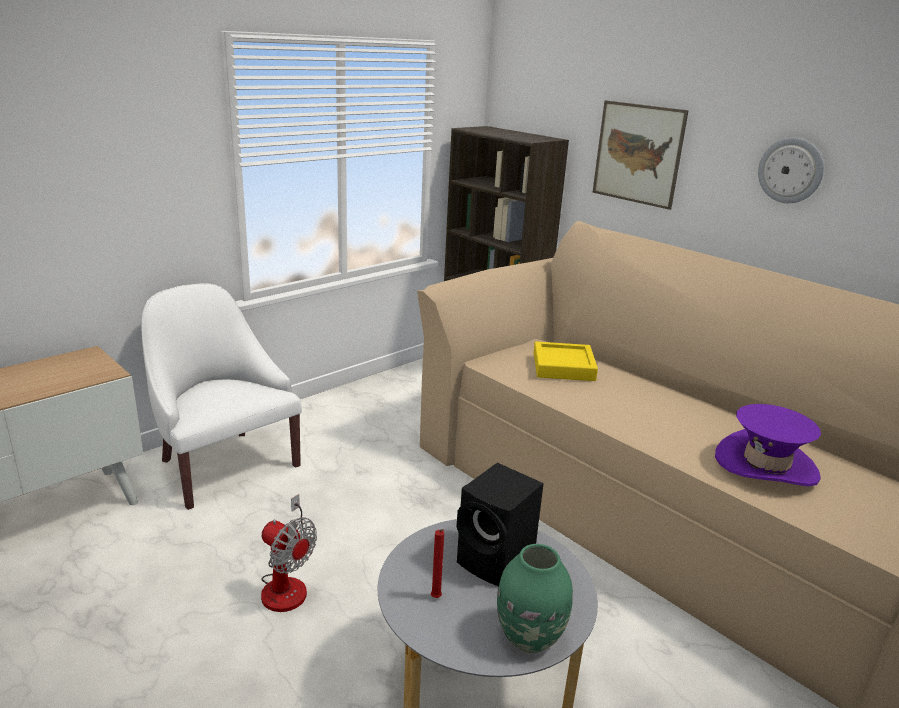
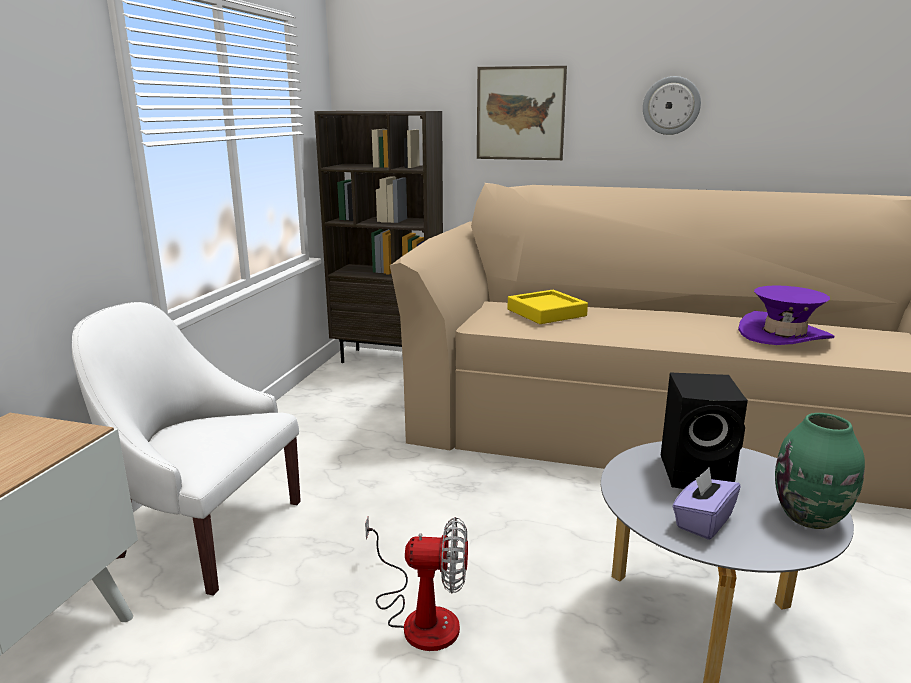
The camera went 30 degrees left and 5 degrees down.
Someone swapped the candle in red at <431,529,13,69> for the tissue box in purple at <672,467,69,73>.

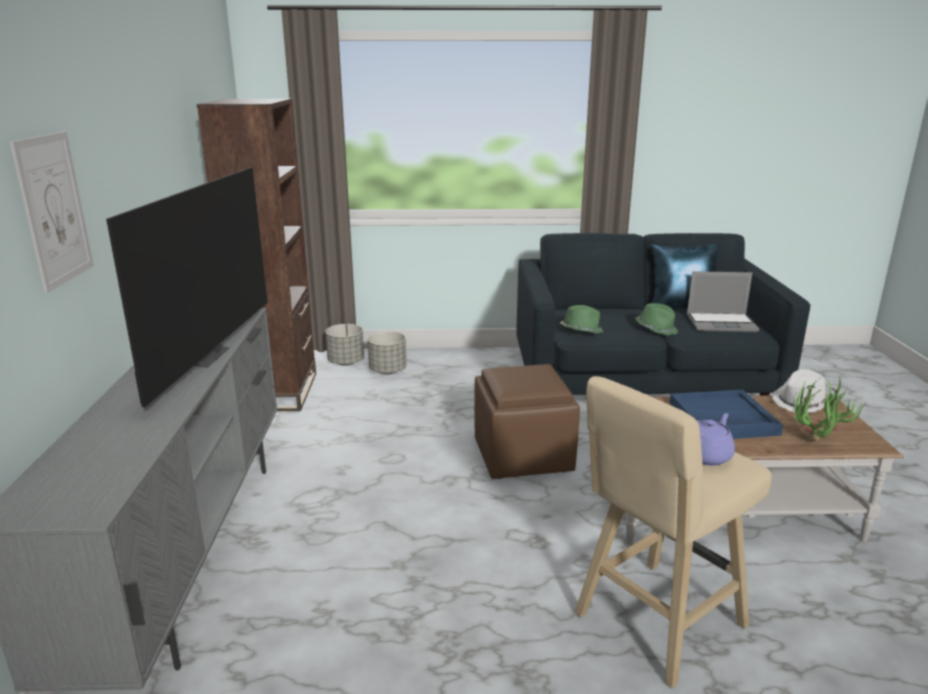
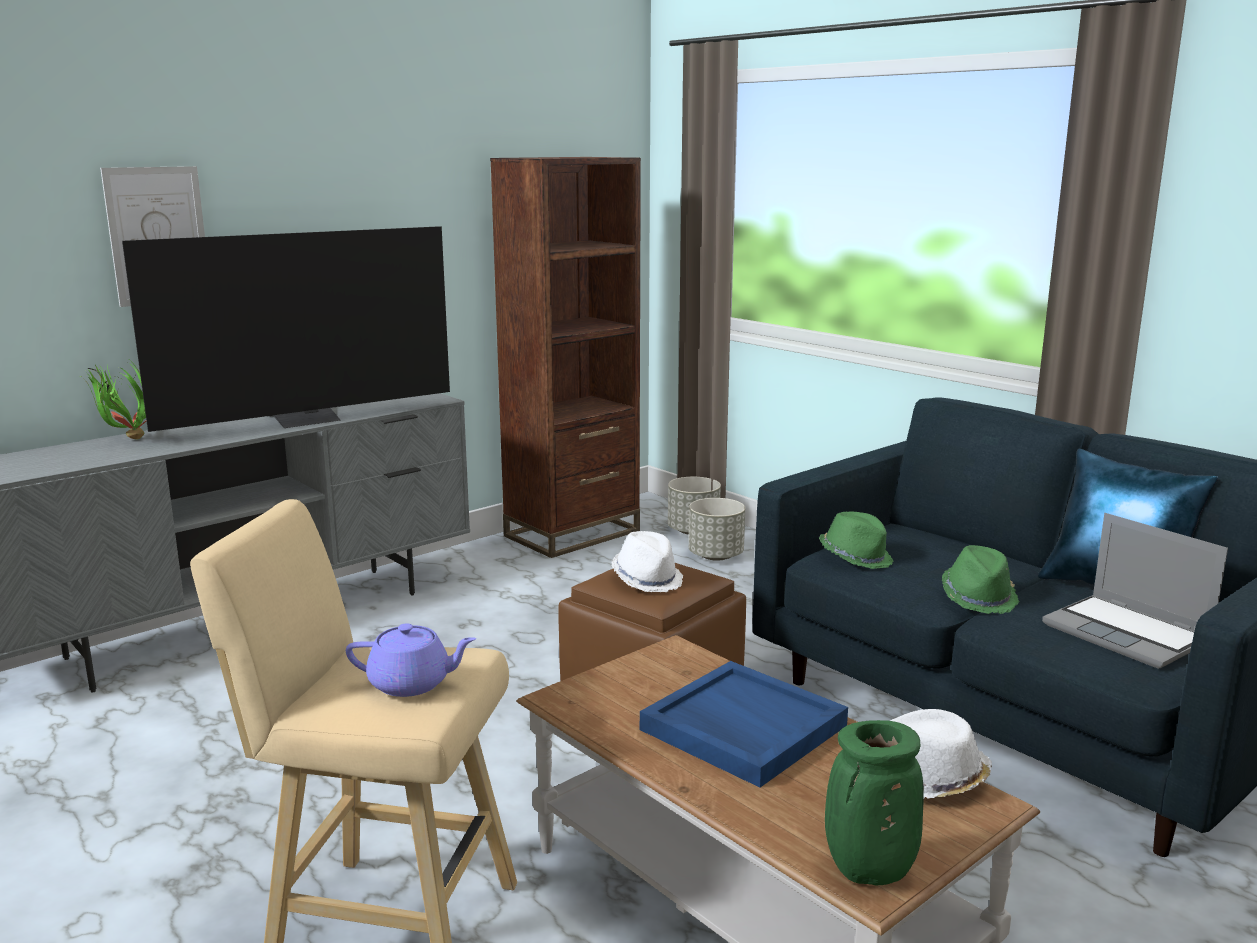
The camera went 50 degrees right and 5 degrees down.
Someone put down the hat in white at <611,531,72,61>.
Someone put down the vase in green at <825,720,99,165>.
Someone carried the potted plant from <793,378,71,64> to <82,362,64,77>.

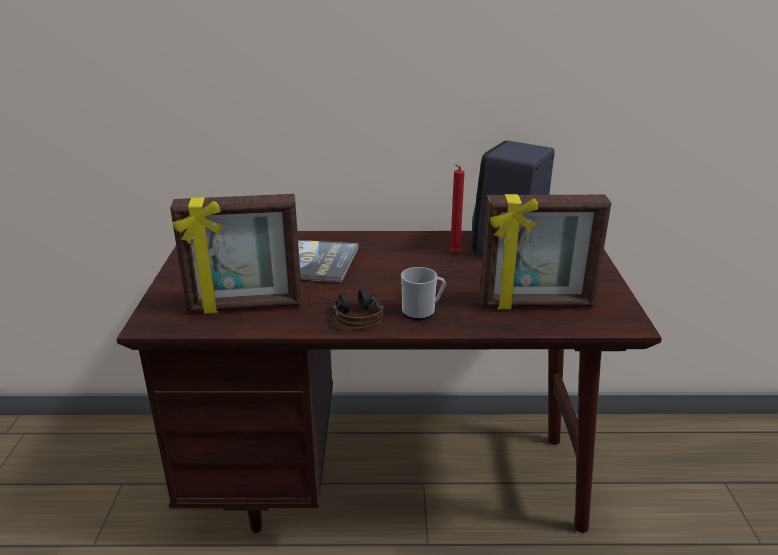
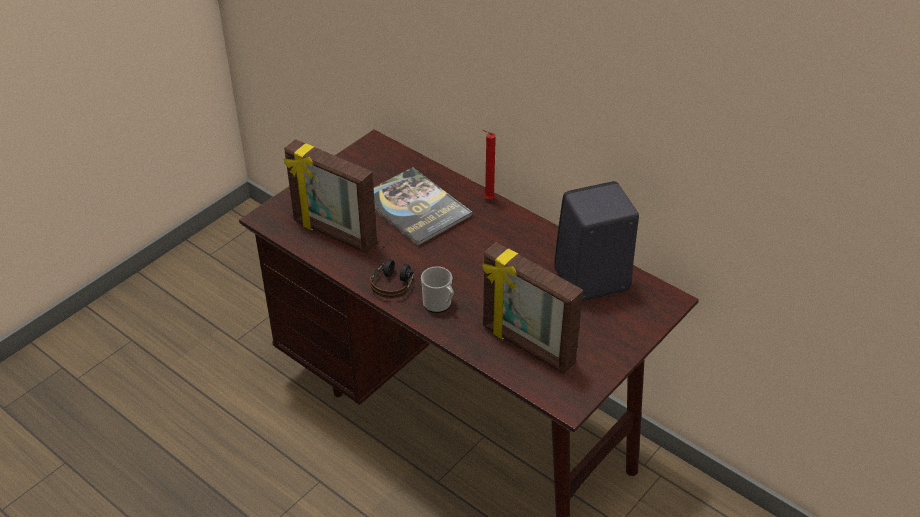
The camera went 40 degrees right and 15 degrees up.
Someone carried the candle in red from <449,164,15,90> to <483,130,13,70>.

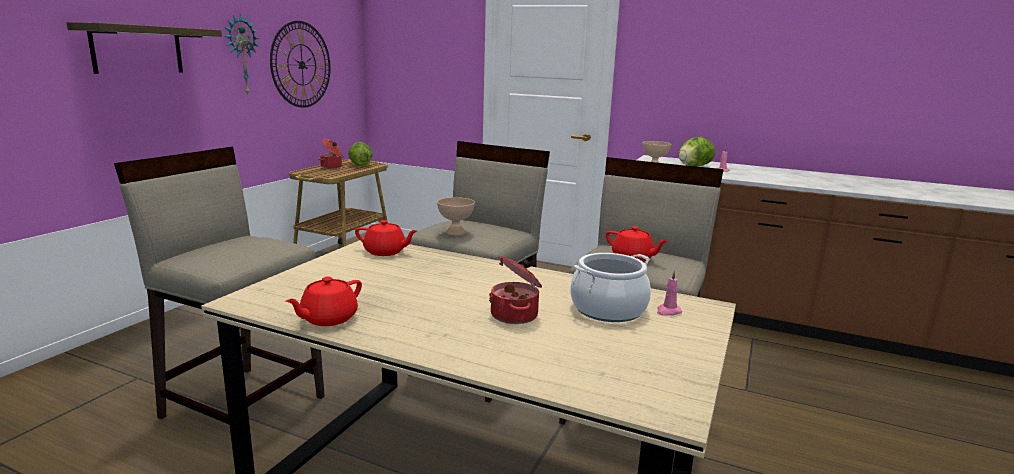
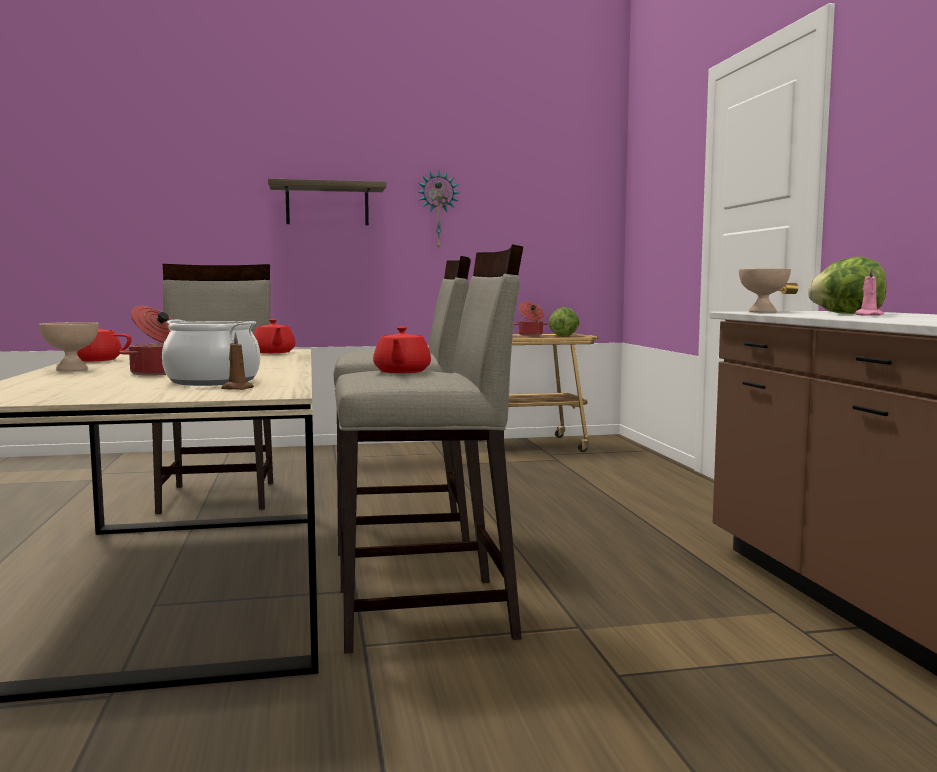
The camera went 55 degrees right and 10 degrees down.
Someone took away the wall clock at <270,21,61,87>.
Someone carried the bowl in beige from <437,197,38,39> to <39,322,60,49>.
Someone repainted the candle in pink at <657,270,26,46>, which became the candle in brown at <221,332,33,58>.

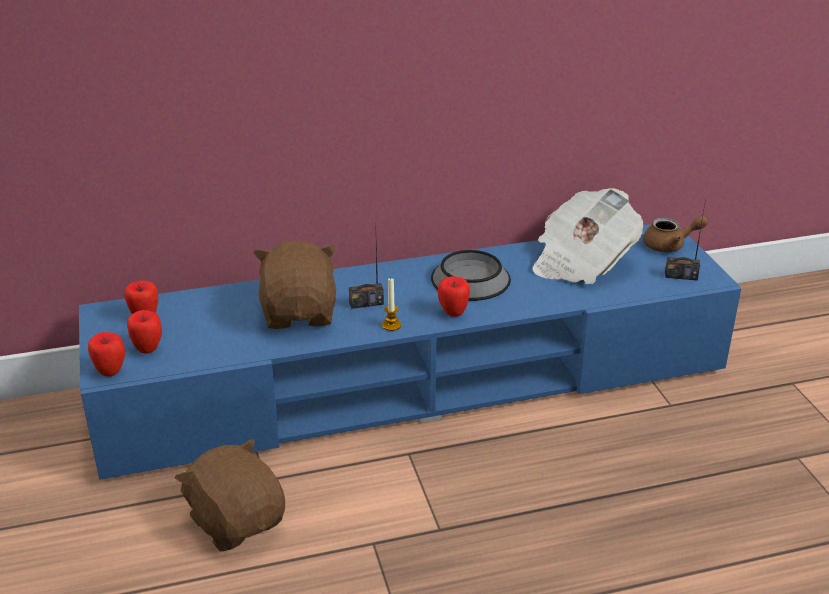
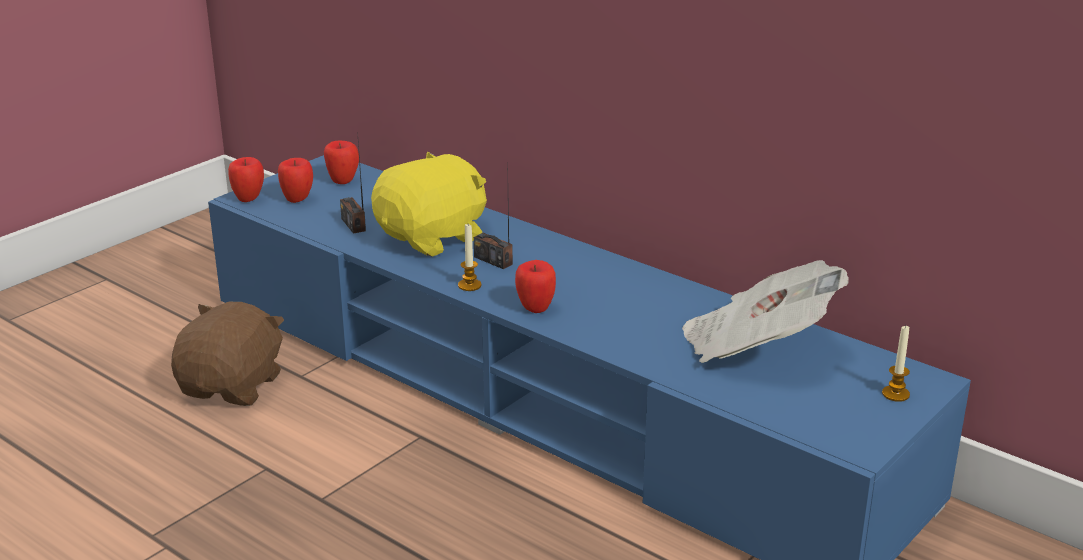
The camera went 55 degrees right and 5 degrees down.
Someone took away the bowl at <431,250,80,51>.
Someone carried the radio from <665,199,41,82> to <340,142,26,92>.
Someone swapped the teapot in brown at <643,215,65,37> for the candle at <882,325,28,77>.
Someone repainted the plush toy in brown at <254,240,83,89>, which became the plush toy in yellow at <371,151,116,106>.

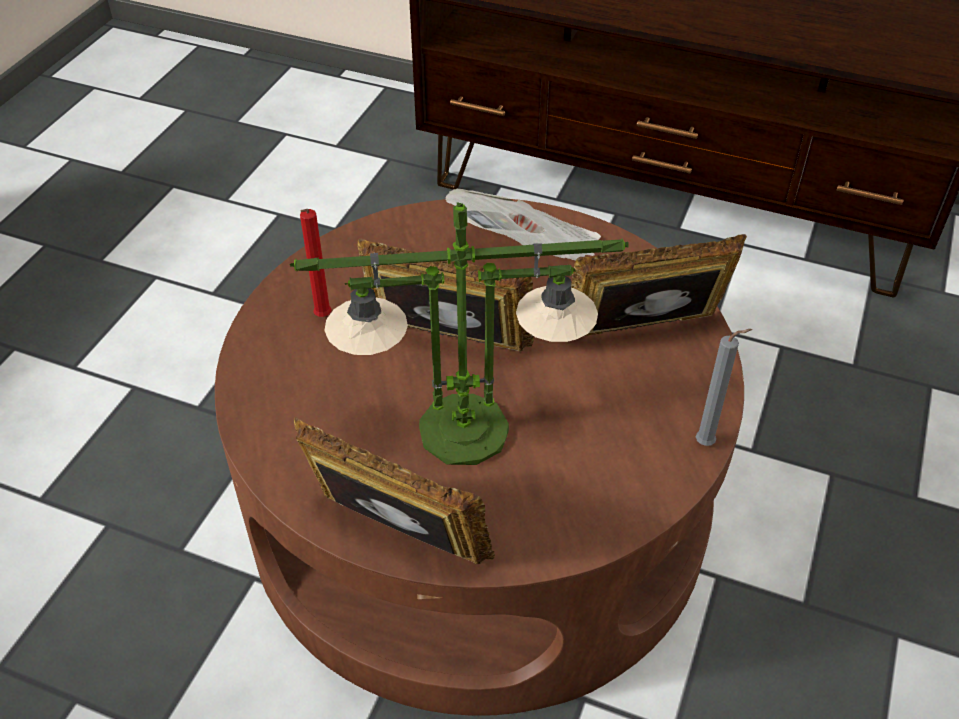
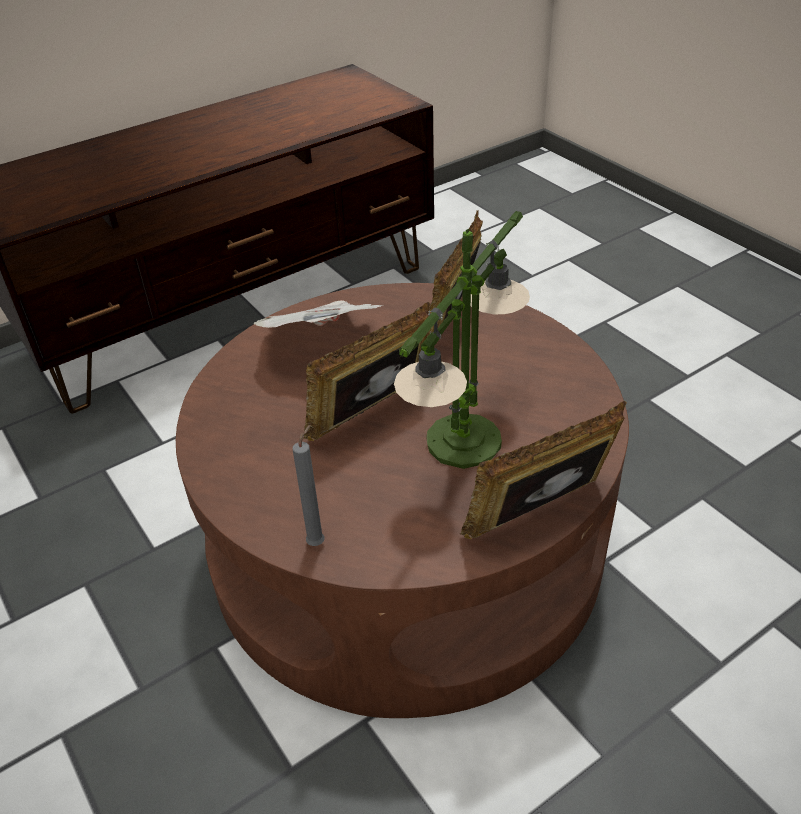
The camera went 55 degrees left and 5 degrees down.
Someone took away the candle in red at <300,209,32,108>.
Someone carried the candle in grey from <696,329,57,117> to <293,425,31,121>.

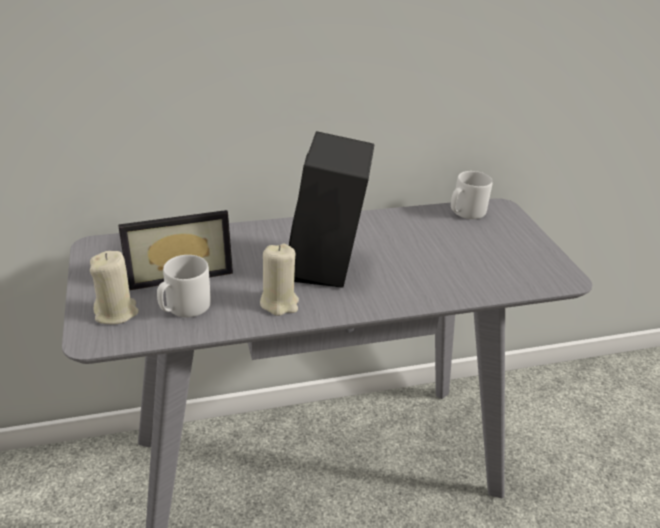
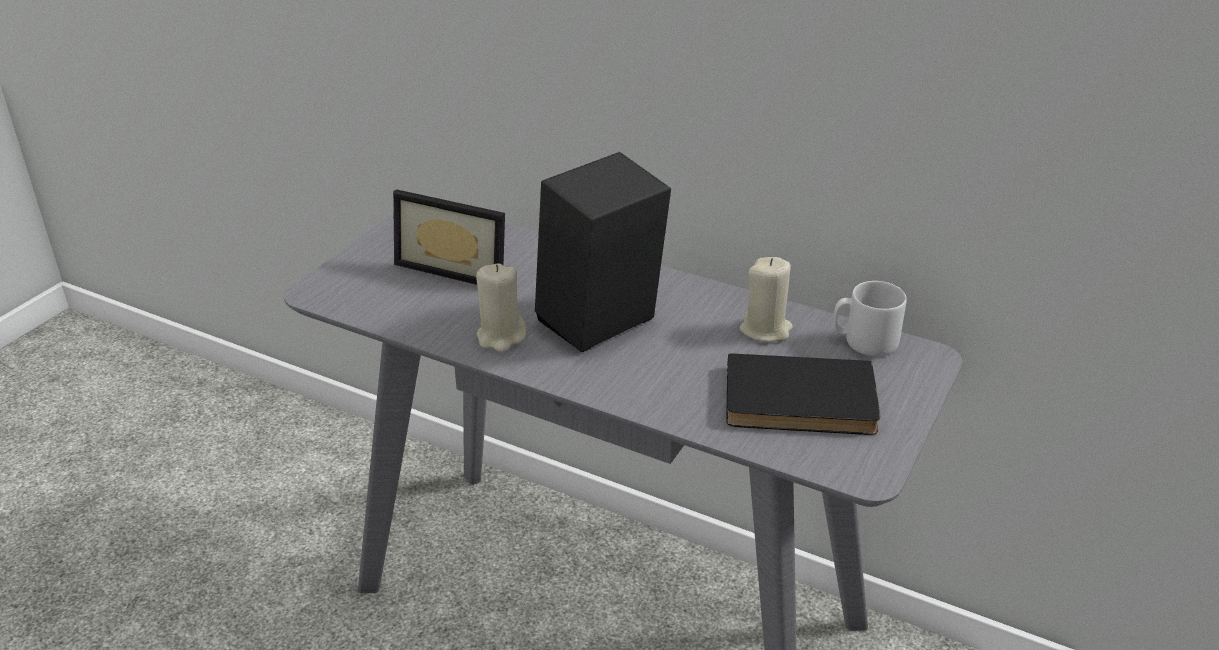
The camera went 45 degrees right and 0 degrees up.
Someone took away the mug in grey at <157,255,54,62>.
Someone put down the book in black at <726,353,155,82>.
Someone carried the candle in beige from <90,251,49,74> to <740,257,53,85>.

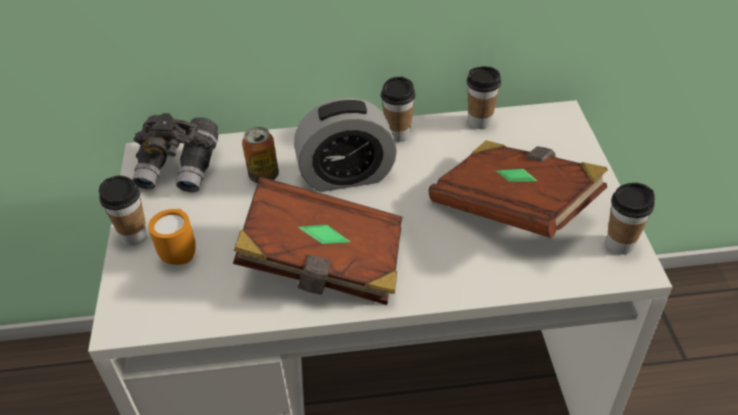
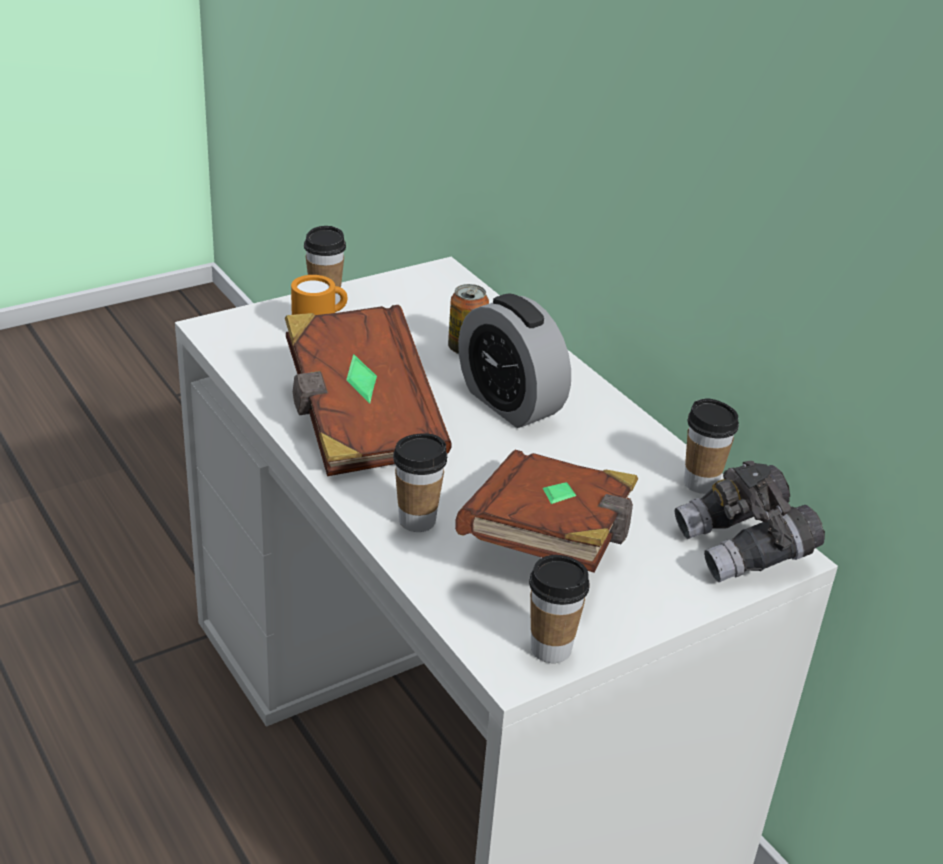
The camera went 60 degrees right and 10 degrees down.
Someone carried the binoculars in grey from <132,113,86,80> to <675,461,150,121>.
Someone carried the cup from <381,77,34,65> to <393,433,54,99>.

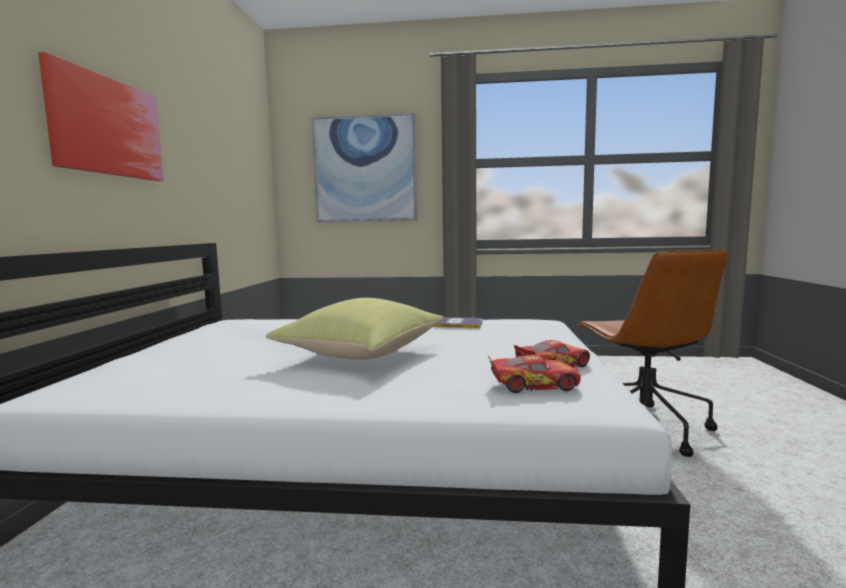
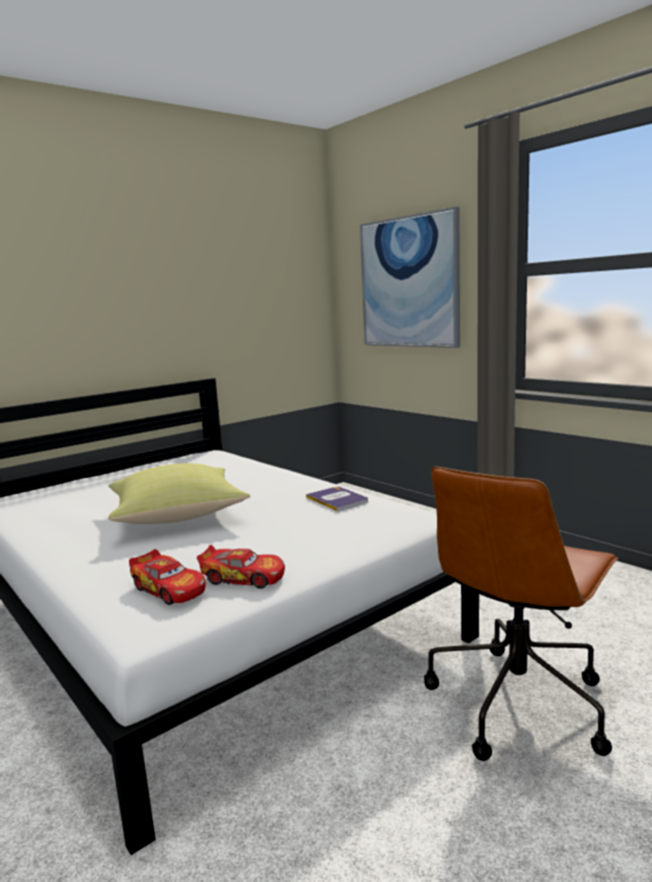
The camera went 45 degrees right and 5 degrees up.
Someone took away the picture at <38,52,125,129>.

